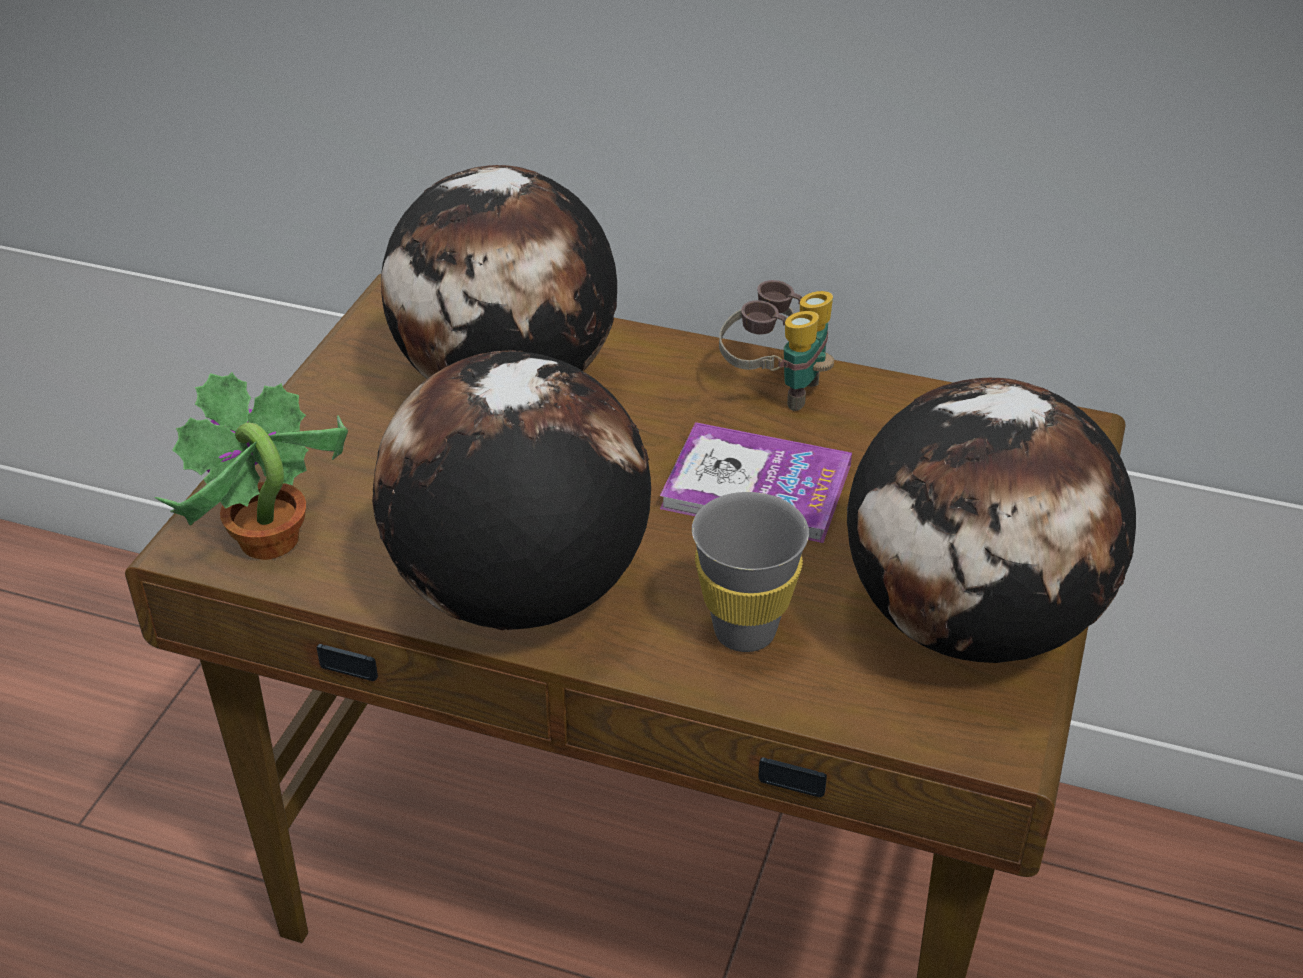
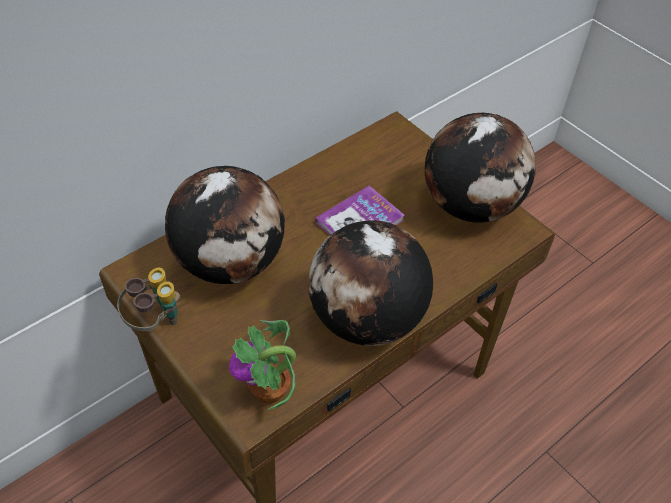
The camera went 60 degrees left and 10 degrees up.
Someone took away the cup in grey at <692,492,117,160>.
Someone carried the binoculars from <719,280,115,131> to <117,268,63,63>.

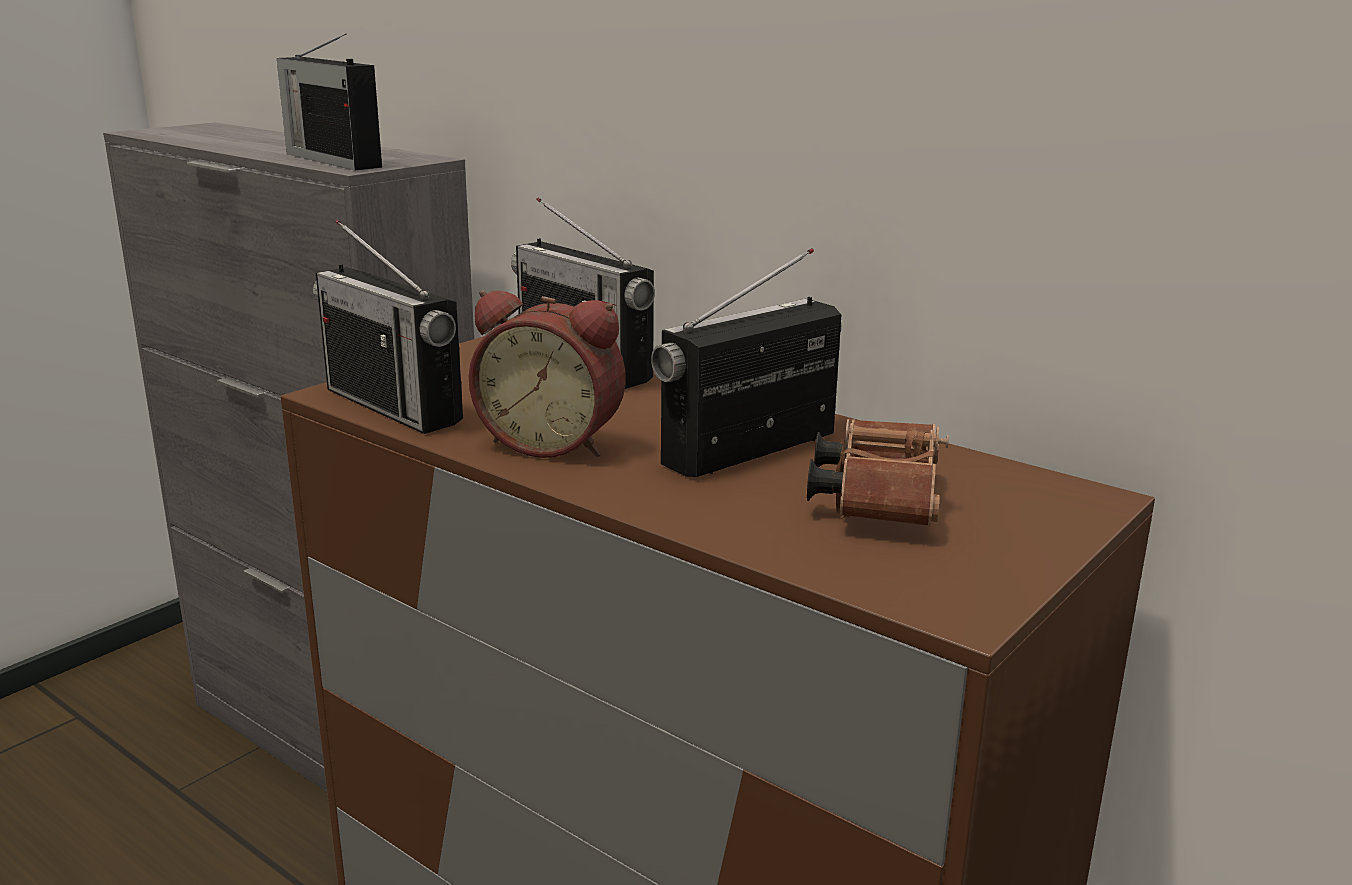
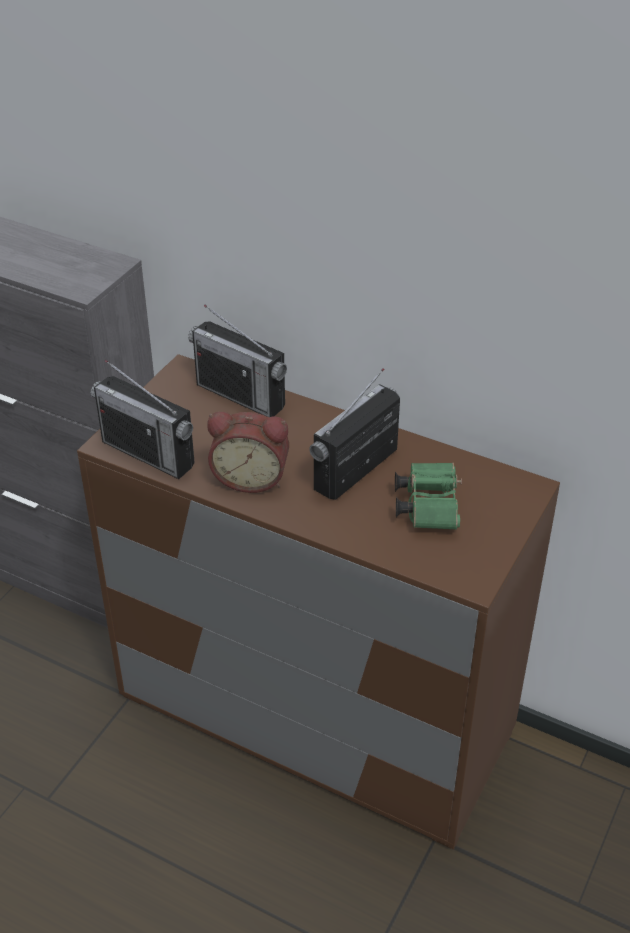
The camera went 10 degrees left and 20 degrees up.
Someone took away the radio at <277,34,105,136>.
Someone repainted the binoculars in brown at <807,419,142,107>, which became the binoculars in green at <395,463,67,67>.

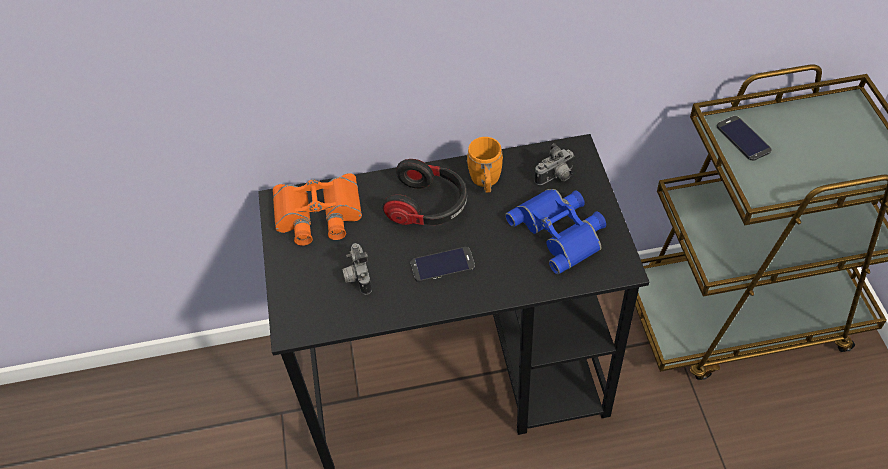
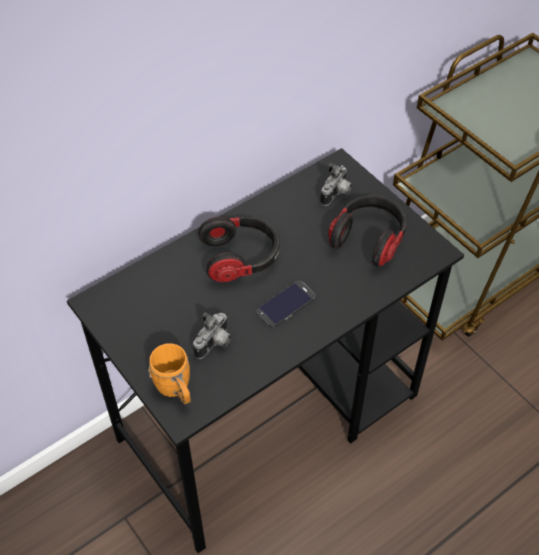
The camera went 30 degrees left and 0 degrees up.
Someone took away the binoculars in orange at <273,173,89,73>.
Someone took away the phone at <717,116,54,45>.
Someone carried the mug in orange from <466,137,37,56> to <148,343,43,61>.
Someone swapped the binoculars in blue at <506,189,100,86> for the headphones at <328,195,79,72>.
Someone rotated the photo camera at <342,243,30,52> by 105 degrees counterclockwise.

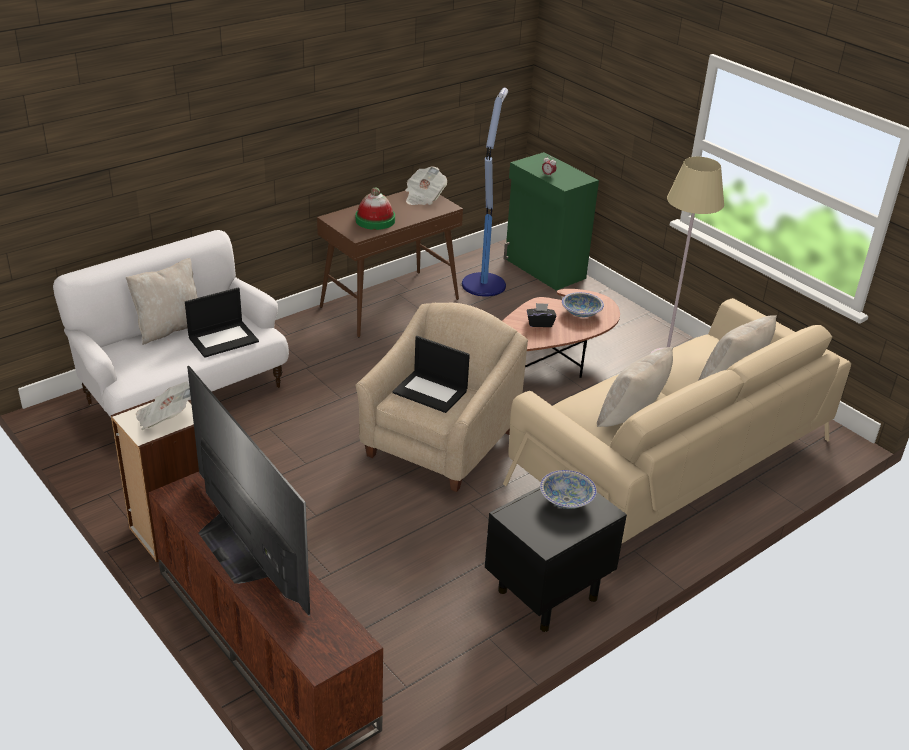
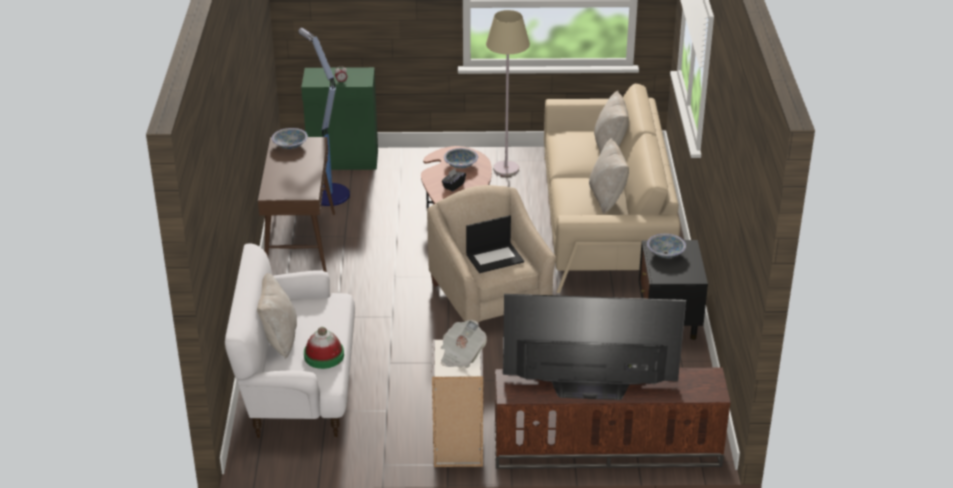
The camera went 50 degrees left and 0 degrees up.
Someone took away the laptop at <185,287,74,71>.
Someone carried the hat from <355,188,40,42> to <304,327,40,42>.
Someone swapped the newspaper at <405,166,42,39> for the bowl at <272,128,36,21>.

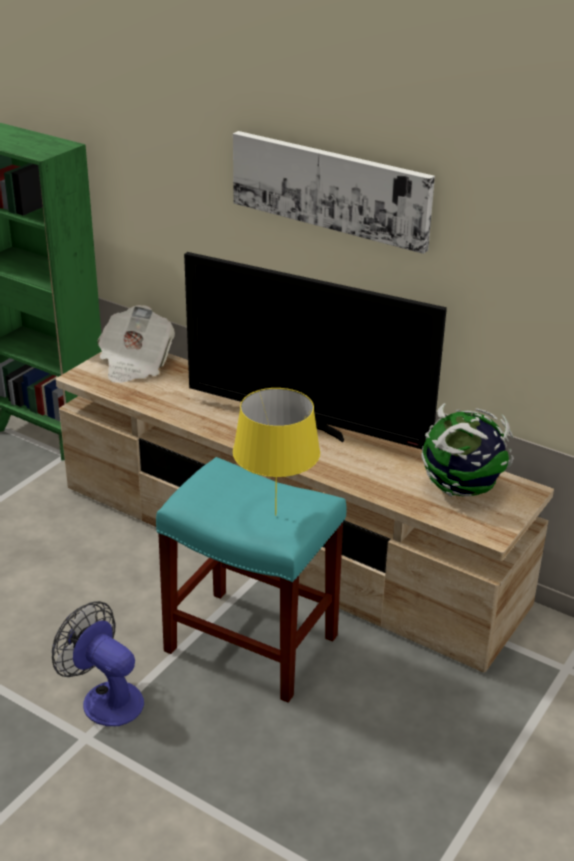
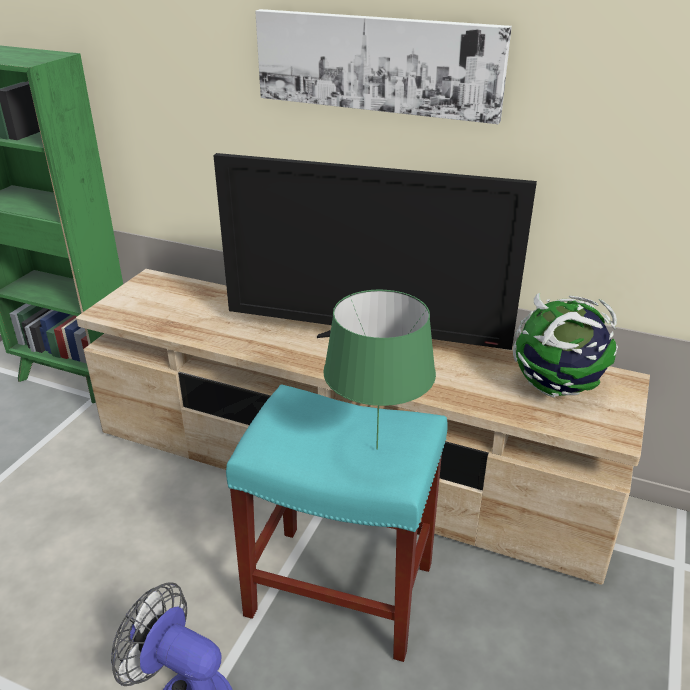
The camera went 10 degrees left and 0 degrees up.
Someone took away the newspaper at <97,305,78,78>.
Someone repainted the table lamp in yellow at <233,388,87,128>, which became the table lamp in green at <323,290,113,160>.

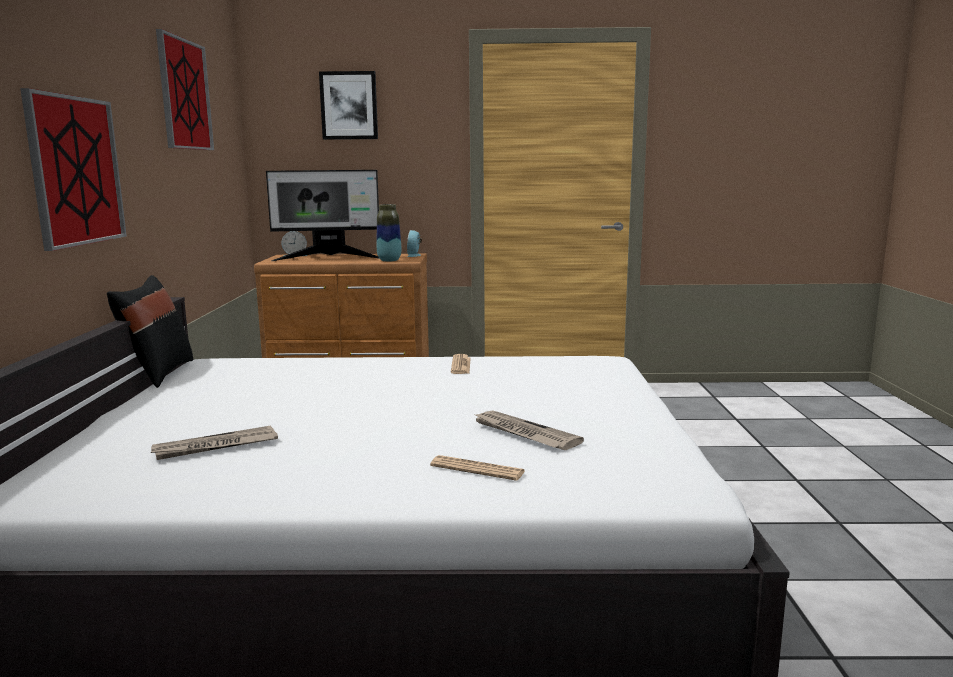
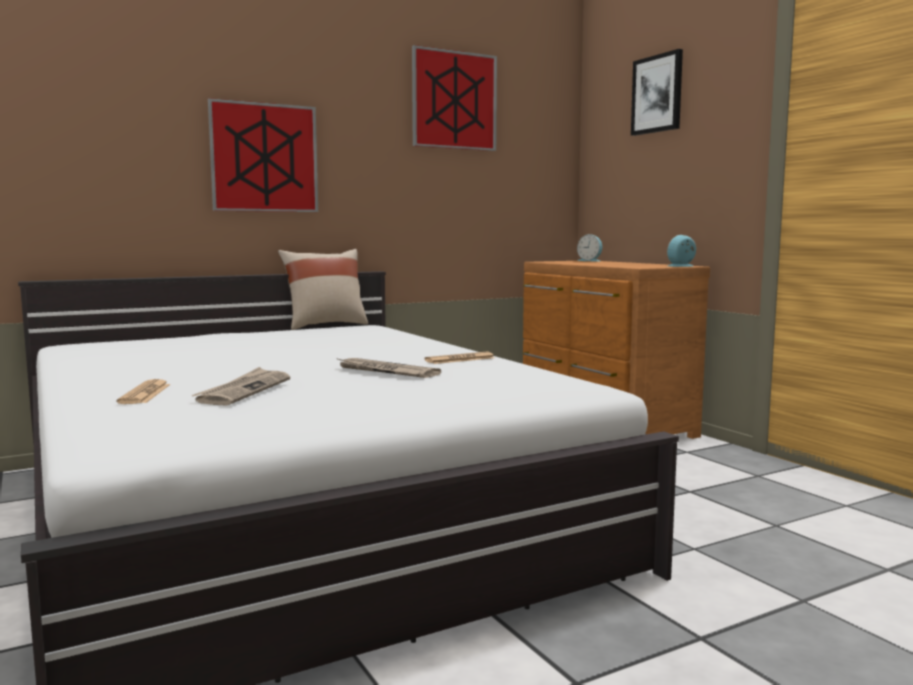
The camera went 60 degrees right and 5 degrees down.
Someone took away the monitor at <266,170,114,91>.
Someone took away the vase at <377,204,24,58>.
Someone carried the newspaper from <151,425,127,35> to <336,358,105,20>.
Someone repainted the pillow in black at <107,275,86,113>, which became the pillow in beige at <278,249,90,81>.

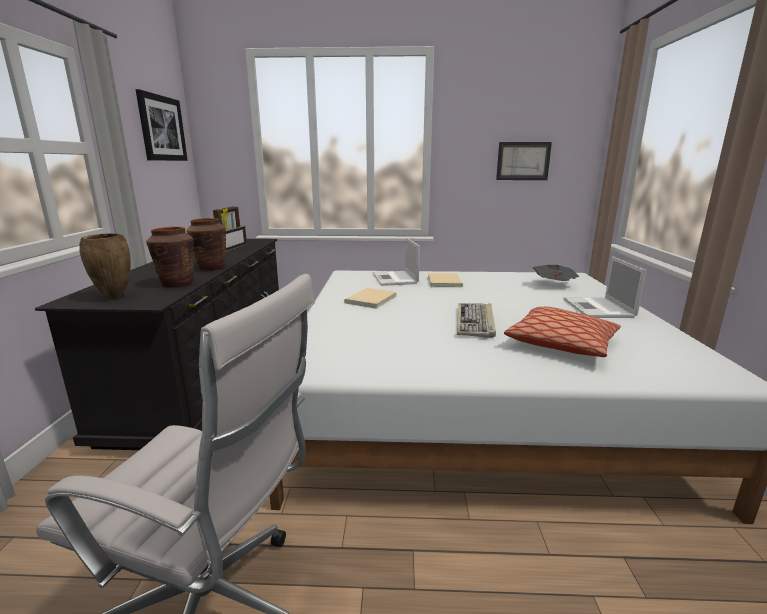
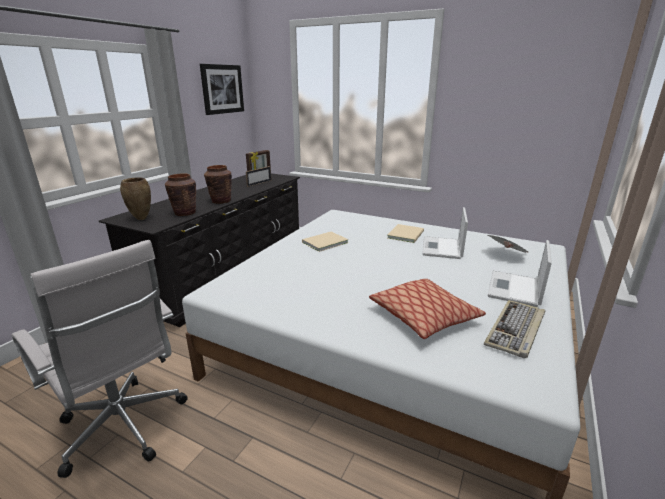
The camera went 25 degrees right and 5 degrees up.
Someone took away the picture at <496,142,56,38>.
Someone carried the laptop from <373,237,47,49> to <422,207,46,52>.
Someone carried the keyboard from <457,303,39,35> to <484,300,61,58>.

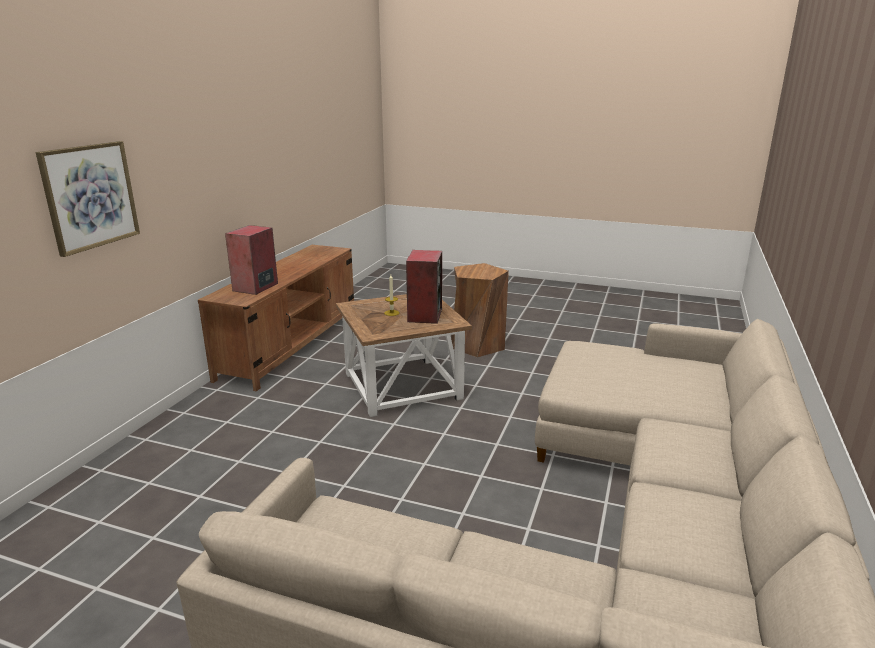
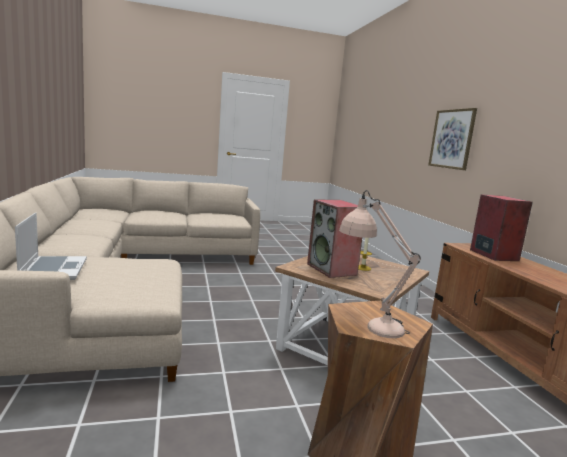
The camera went 145 degrees right and 10 degrees down.
Someone put down the laptop at <15,213,72,67>.
Someone put down the table lamp in beige at <339,190,82,148>.

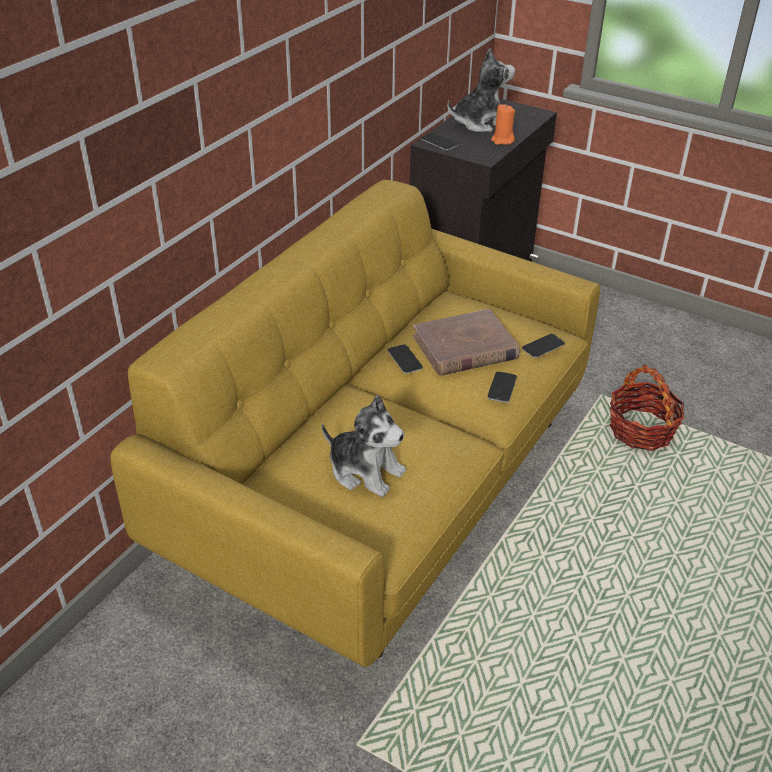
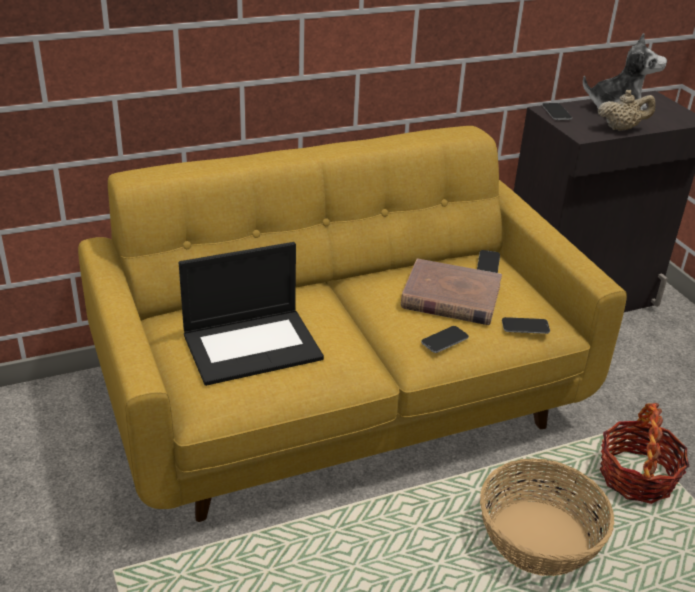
The camera went 35 degrees right and 5 degrees down.
Someone put down the basket at <480,459,134,117>.
Someone carried the phone from <388,344,35,30> to <477,250,23,23>.
Someone swapped the plush toy at <321,395,85,102> for the laptop at <179,242,145,144>.
Someone swapped the candle in orange at <491,104,24,41> for the teapot in beige at <598,90,58,41>.

